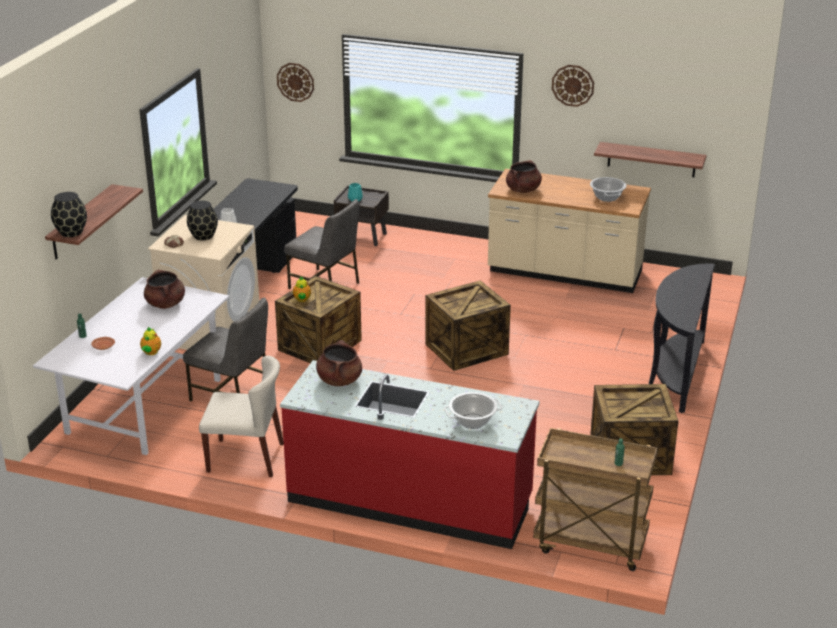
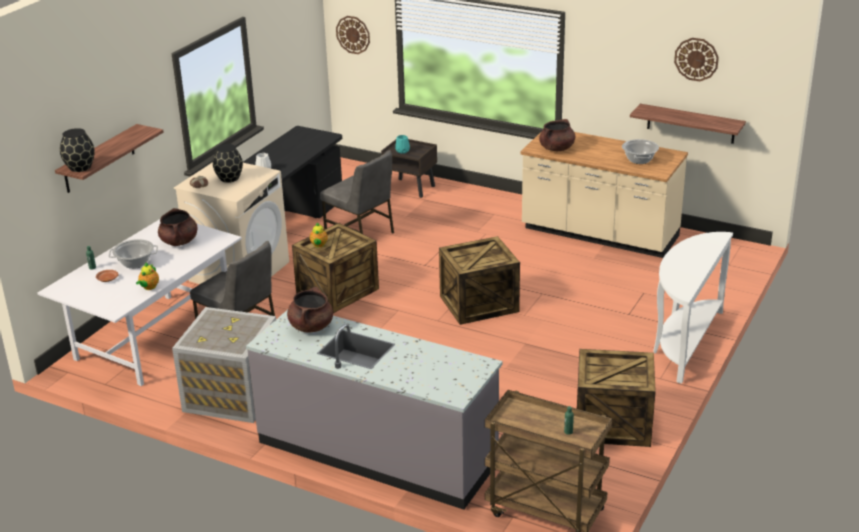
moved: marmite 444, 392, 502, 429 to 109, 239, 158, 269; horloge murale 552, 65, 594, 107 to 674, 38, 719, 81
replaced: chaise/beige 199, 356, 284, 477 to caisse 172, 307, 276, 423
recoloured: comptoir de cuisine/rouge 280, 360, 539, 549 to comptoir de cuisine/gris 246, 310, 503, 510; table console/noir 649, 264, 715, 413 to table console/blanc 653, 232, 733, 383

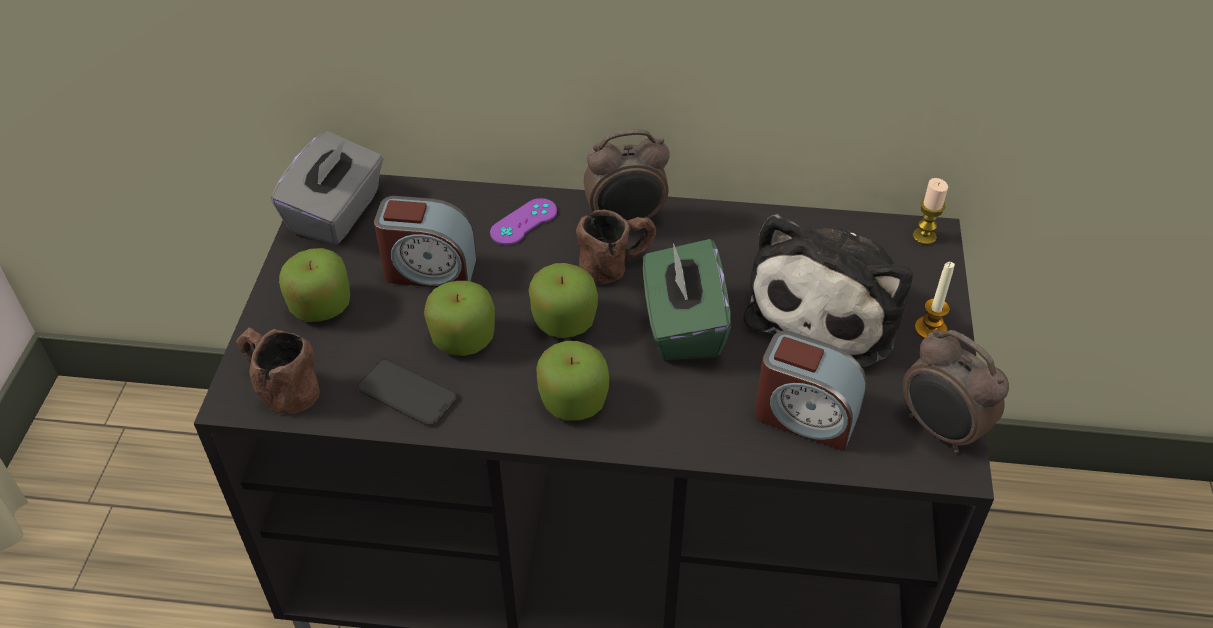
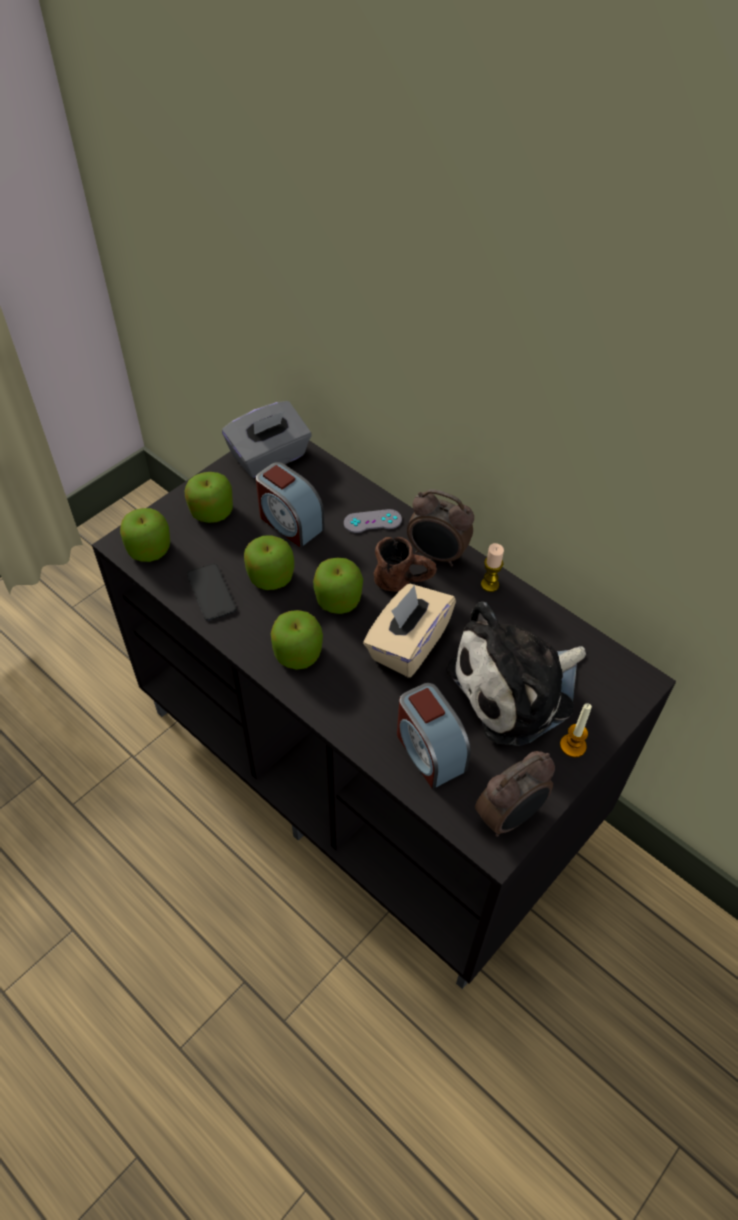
moved: bougie 913, 178, 948, 245 to 481, 543, 504, 592
replaced: mug/marron 236, 327, 320, 415 to pomme 120, 508, 170, 562
recoloured: manette/violet 490, 198, 557, 245 to manette/gris 344, 509, 402, 533; boîte à mouchoirs/vert 643, 239, 731, 360 to boîte à mouchoirs/beige 363, 584, 456, 678
turned: réveil 903, 329, 1009, 453 = 475, 751, 555, 837 120 degrees counterclockwise

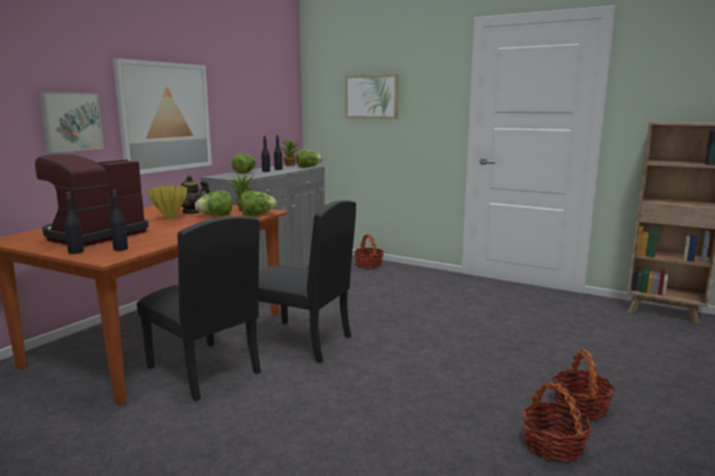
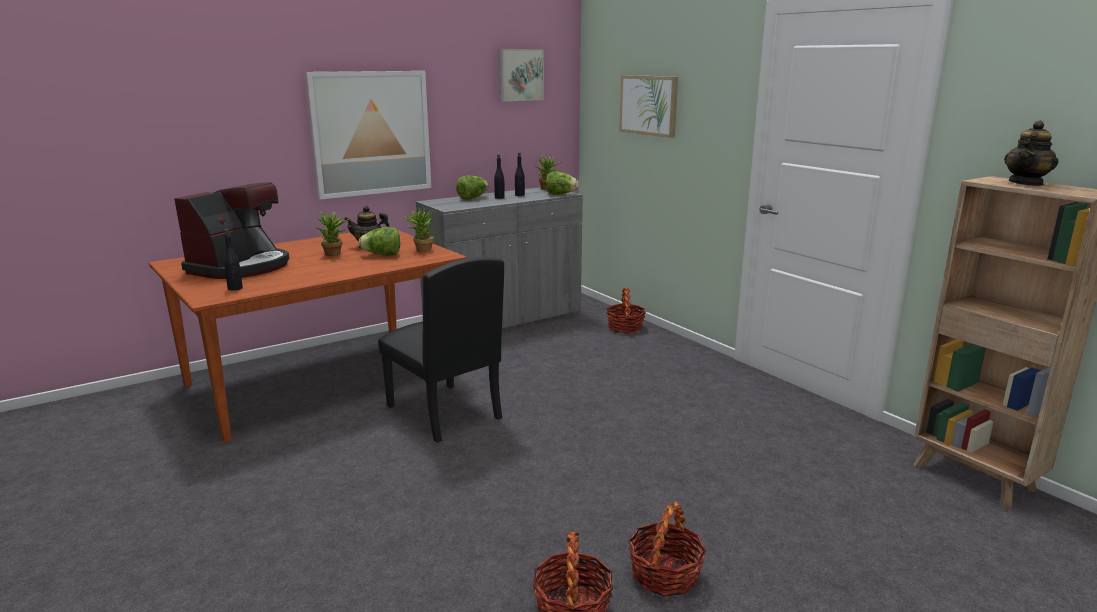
removed: bouteille/noir 64, 192, 84, 254; chaise/noir 137, 216, 261, 401; laitue 240, 191, 277, 216
added: théière 1004, 120, 1059, 186
moved: tableau 38, 92, 104, 153 to 498, 49, 544, 101
replaced: vase/jaune 147, 185, 187, 220 to plante en pot 316, 212, 350, 256
turned: machine à café 35, 154, 149, 246 = 174, 182, 290, 279 150 degrees clockwise

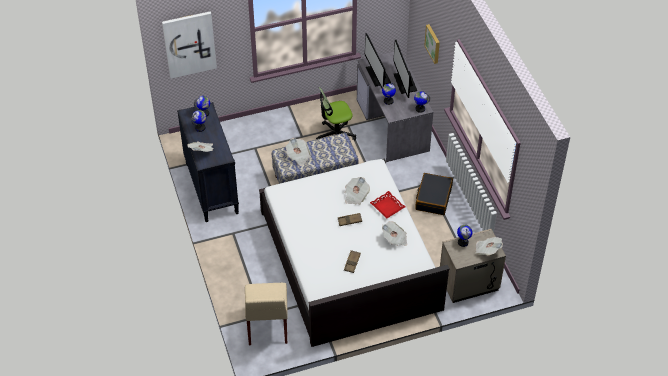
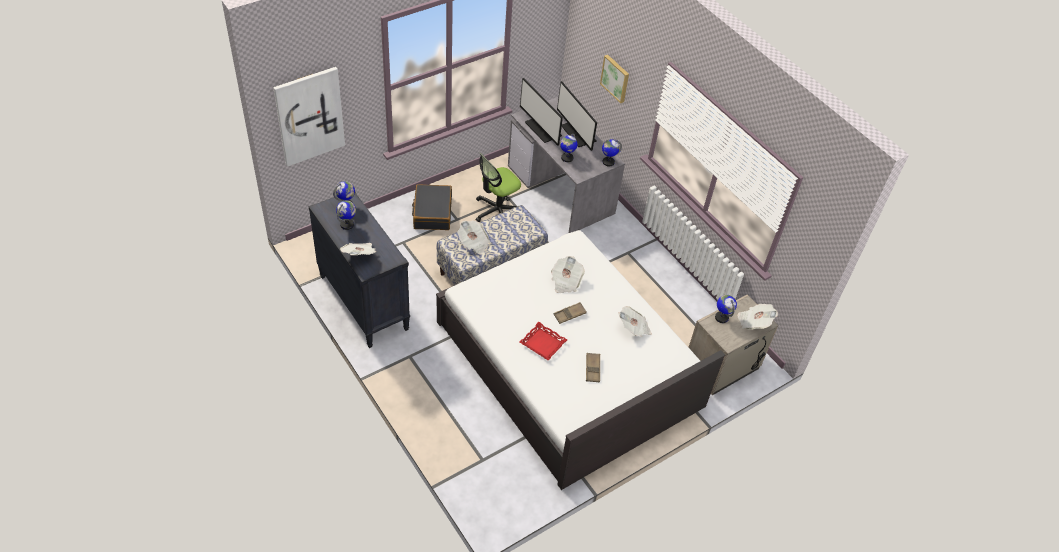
removed: chaise/beige 245, 283, 288, 345
moved: valise/noir 415, 173, 453, 215 to 412, 184, 452, 230; plateau/rouge 370, 191, 405, 218 to 520, 322, 567, 361

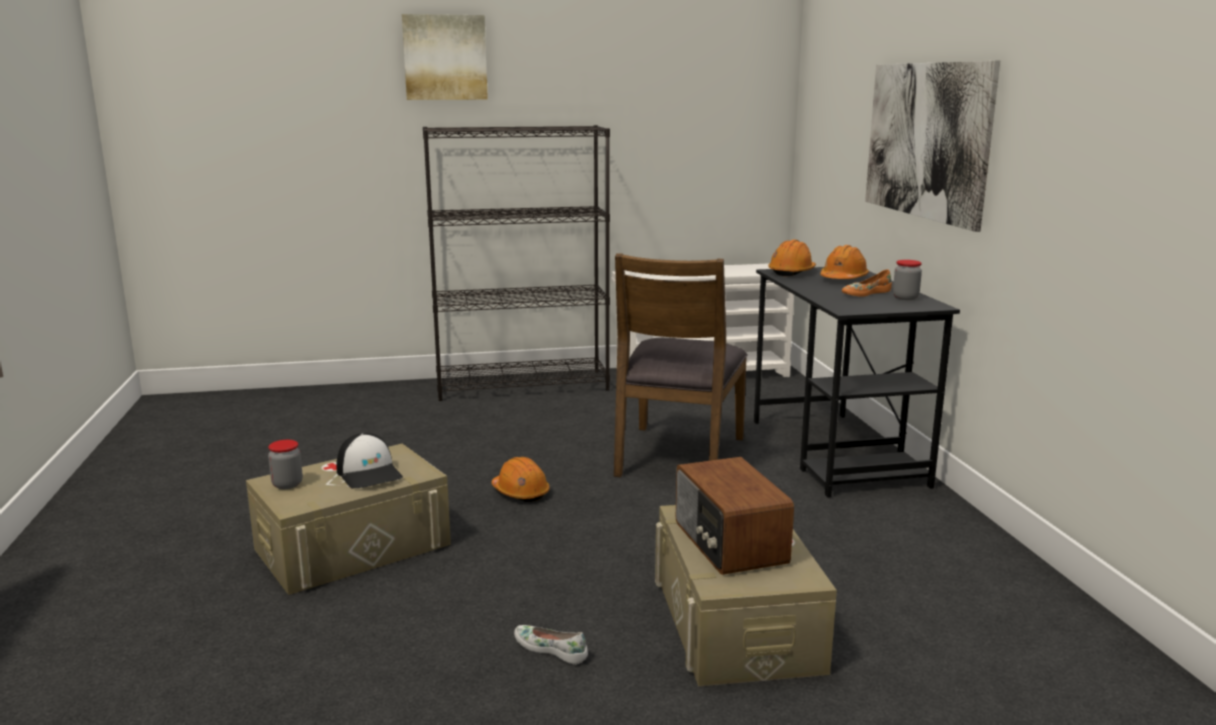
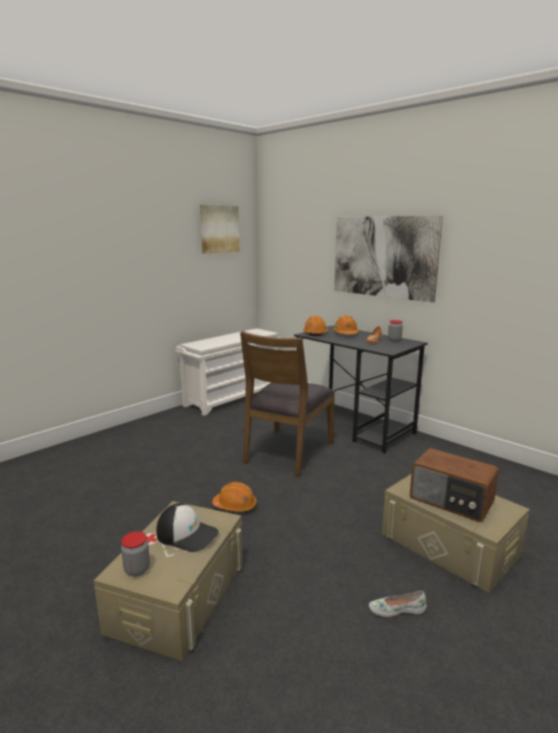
removed: bibliothèque/noir 423, 125, 610, 401
moved: tableau 402, 14, 488, 100 to 200, 205, 239, 253
turned: chaise/marron 614, 253, 748, 477 = 240, 331, 335, 477 45 degrees clockwise

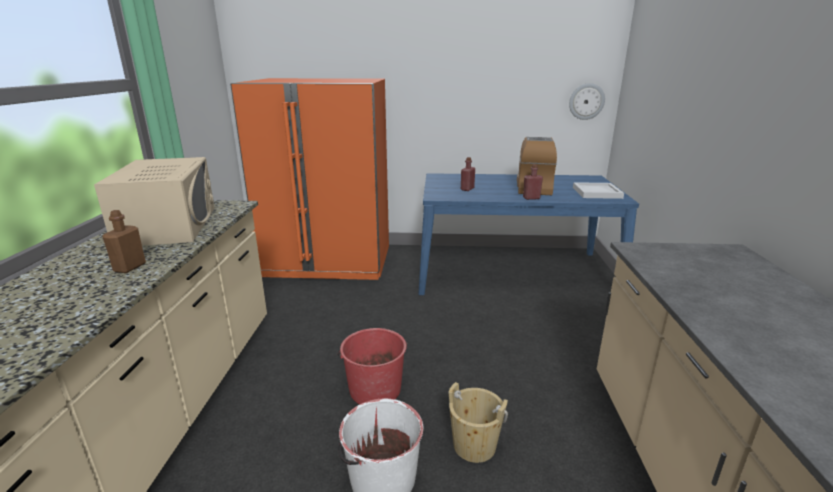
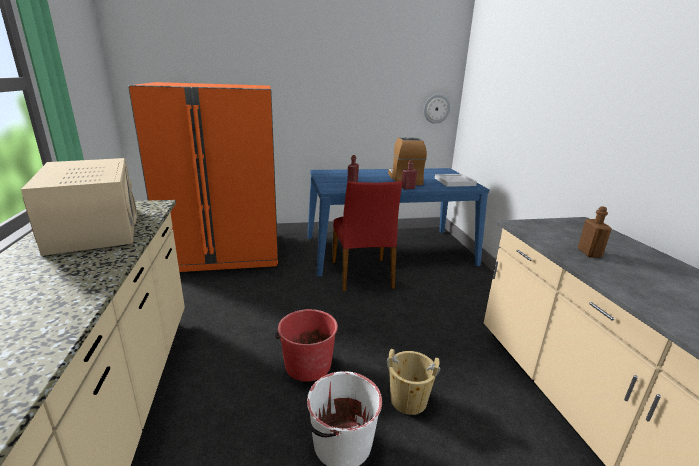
added: chaise/rouge 332, 181, 402, 291
moved: bouteille/marron 102, 210, 146, 273 to 578, 206, 612, 258

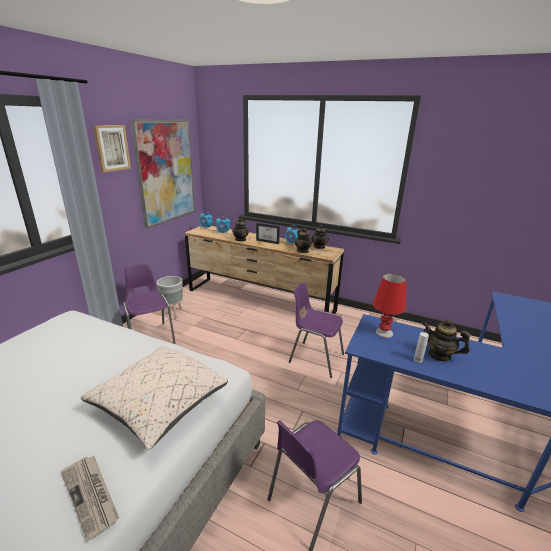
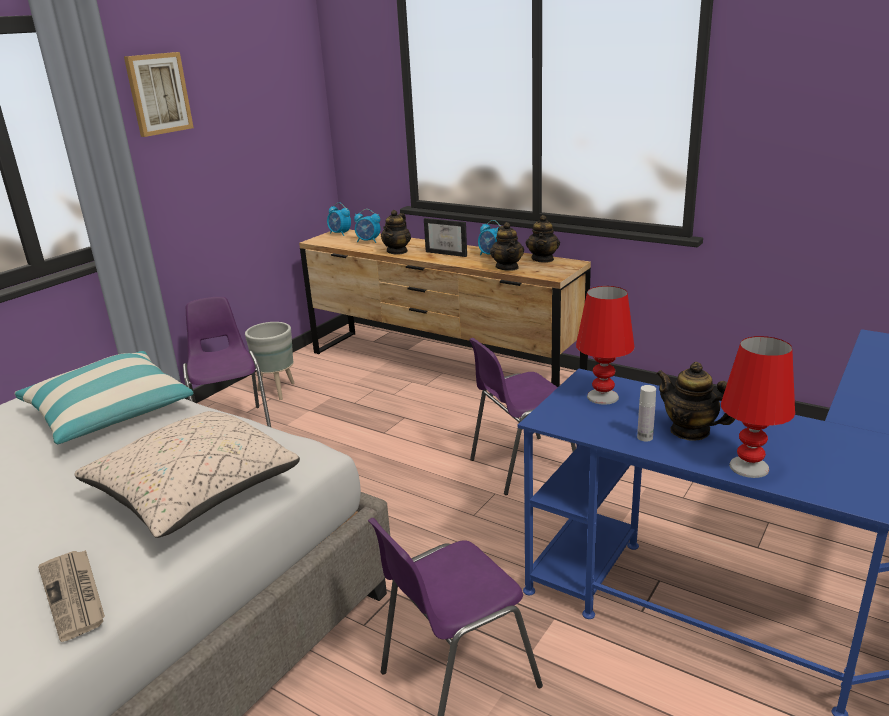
removed: tableau 130, 119, 195, 229
added: coussin 15, 351, 194, 444; lampe de table/rouge 721, 336, 795, 478
turned: chaise/violet 288, 282, 344, 378 = 469, 338, 576, 495 60 degrees counterclockwise

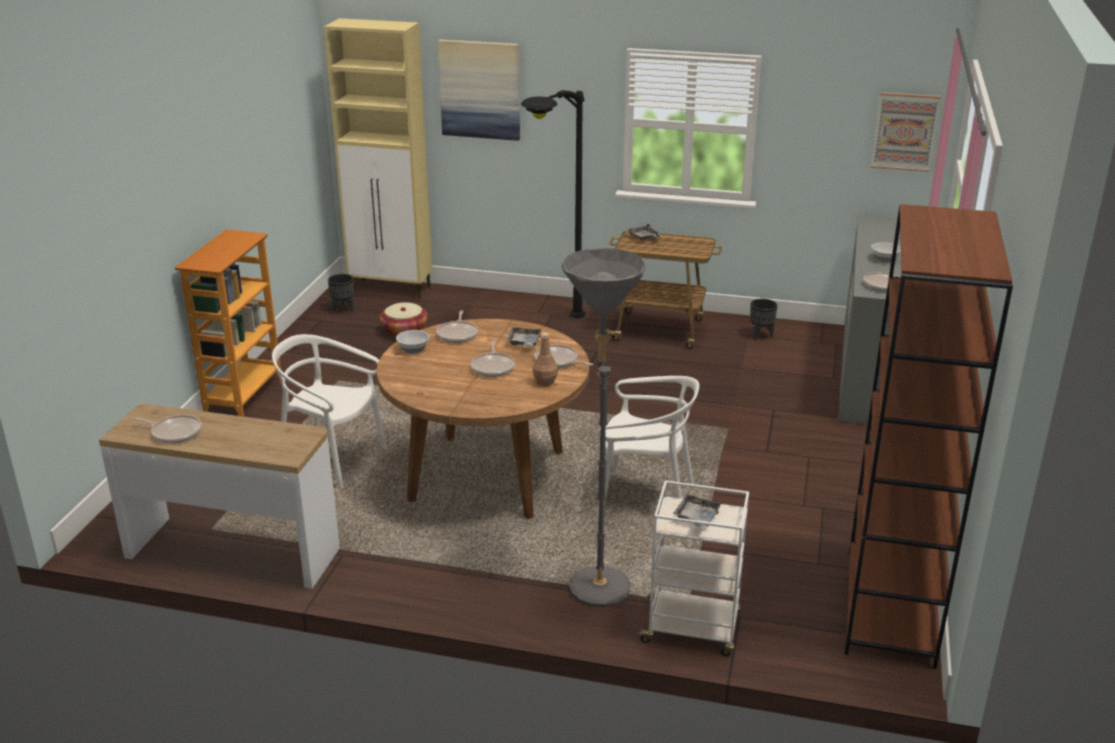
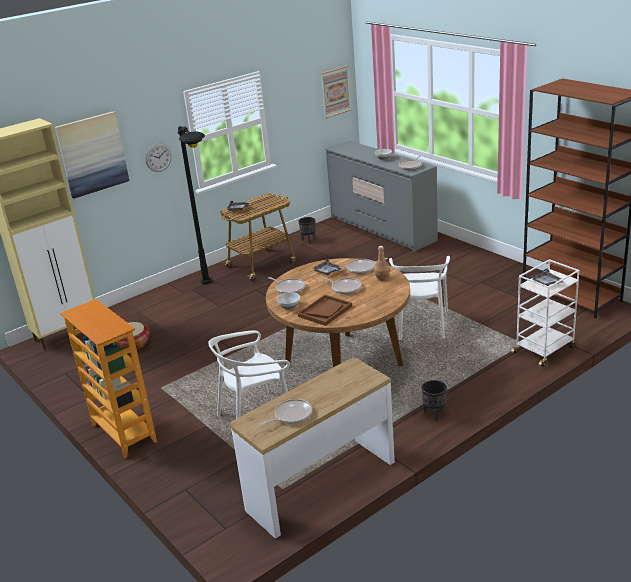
removed: lampadaire/gris 562, 247, 647, 607
added: horloge murale 145, 143, 172, 172; plateau/marron 298, 295, 352, 326
moved: cache-pot/noir 328, 274, 354, 313 to 421, 380, 447, 421
turned: chaise/blanc 596, 376, 699, 517 = 389, 256, 450, 340 135 degrees clockwise

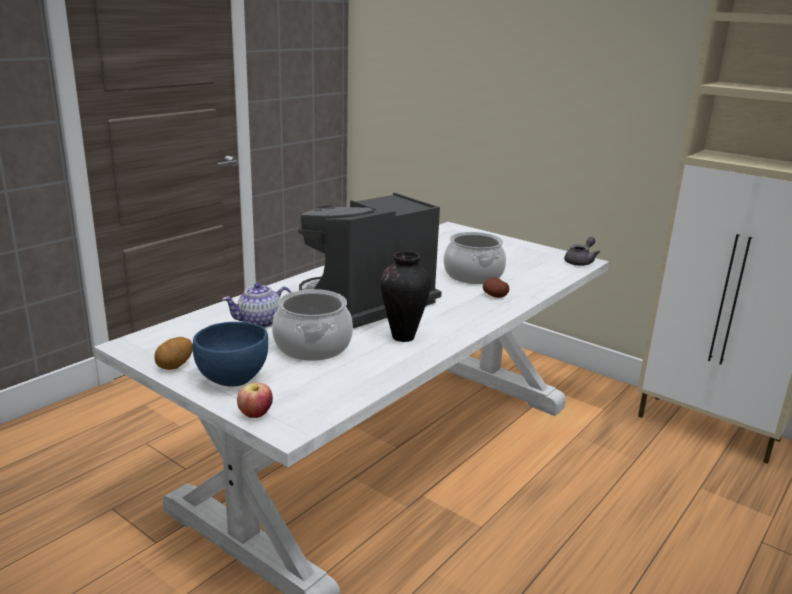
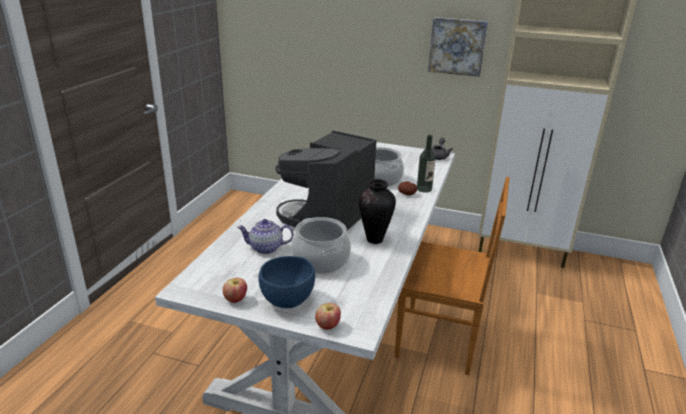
added: chaise/marron 395, 177, 509, 375; bouteille 417, 135, 436, 193; tableau 428, 17, 488, 77
replaced: pomme de terre 154, 337, 193, 370 to pomme 223, 277, 247, 303
turned: théière 222, 283, 291, 328 = 237, 219, 294, 254 45 degrees clockwise

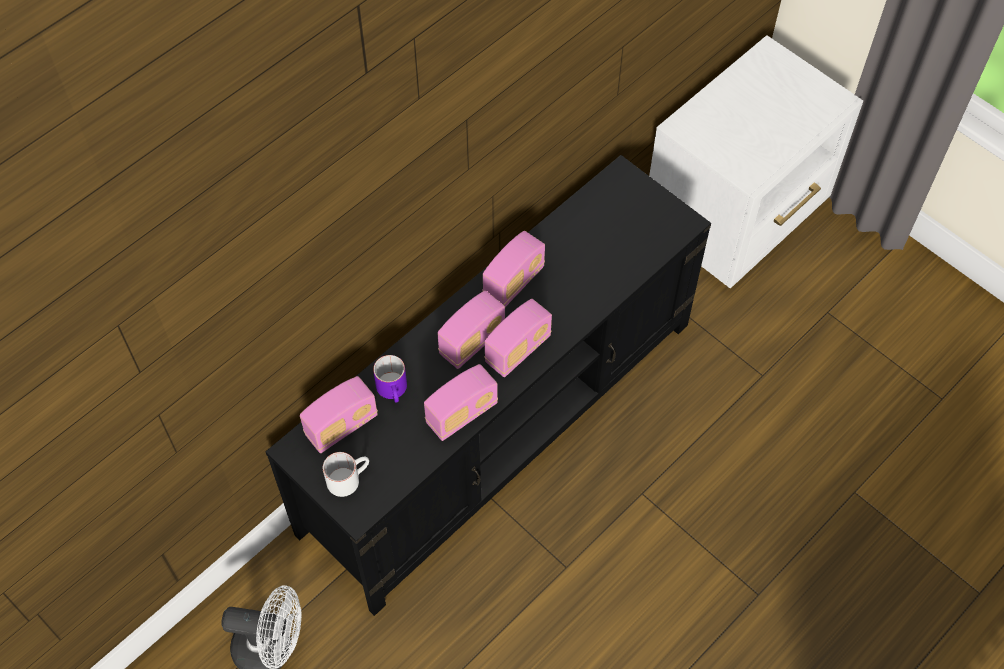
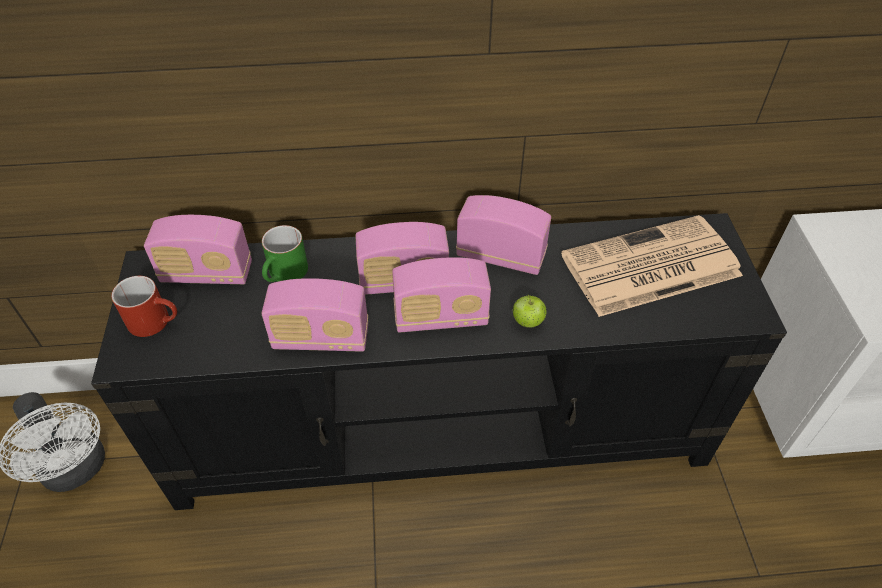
added: pomme 513, 295, 547, 328; journal 561, 215, 743, 317
recoloured: mug/blanc 323, 452, 369, 497 to mug/rouge 111, 276, 177, 337; mug/violet 373, 355, 407, 403 to mug/vert 262, 225, 308, 282
turned: radio 482, 231, 545, 307 = 456, 195, 551, 275 150 degrees counterclockwise

